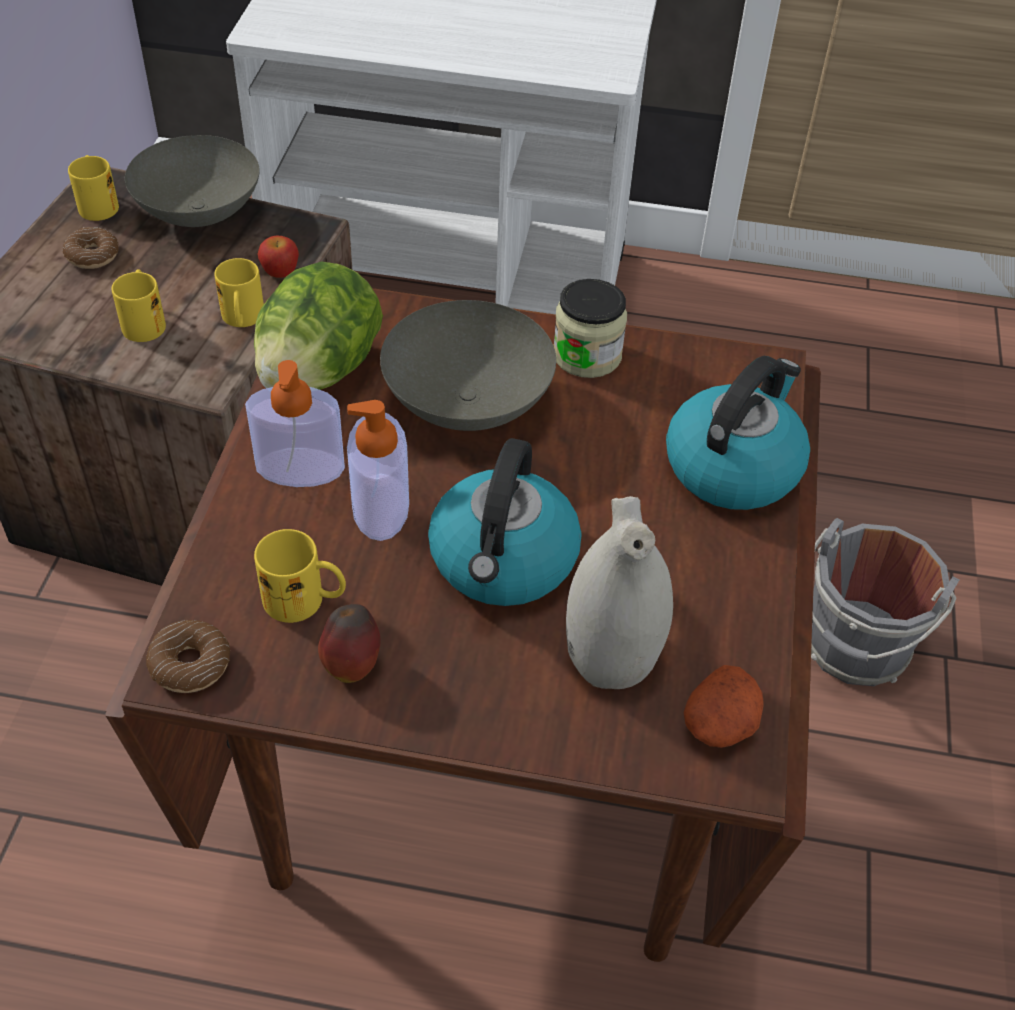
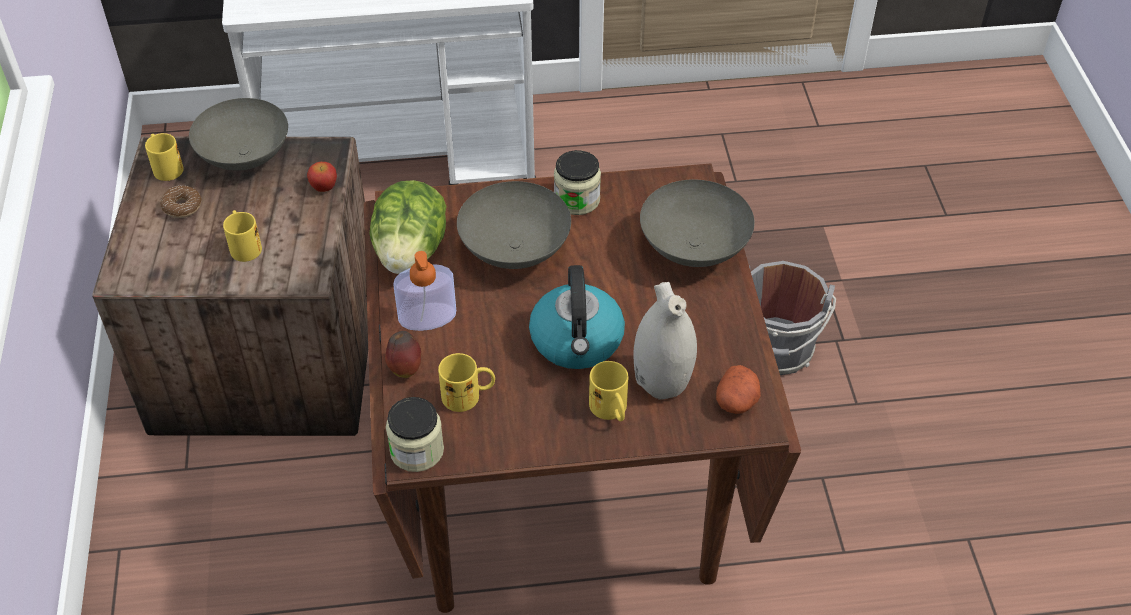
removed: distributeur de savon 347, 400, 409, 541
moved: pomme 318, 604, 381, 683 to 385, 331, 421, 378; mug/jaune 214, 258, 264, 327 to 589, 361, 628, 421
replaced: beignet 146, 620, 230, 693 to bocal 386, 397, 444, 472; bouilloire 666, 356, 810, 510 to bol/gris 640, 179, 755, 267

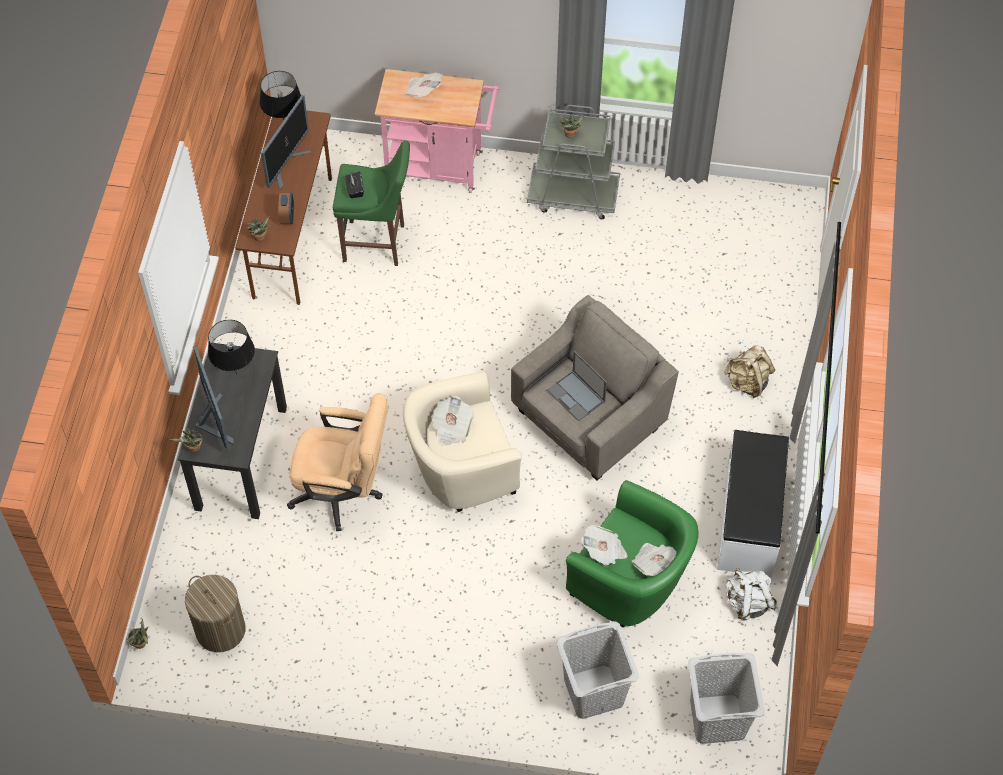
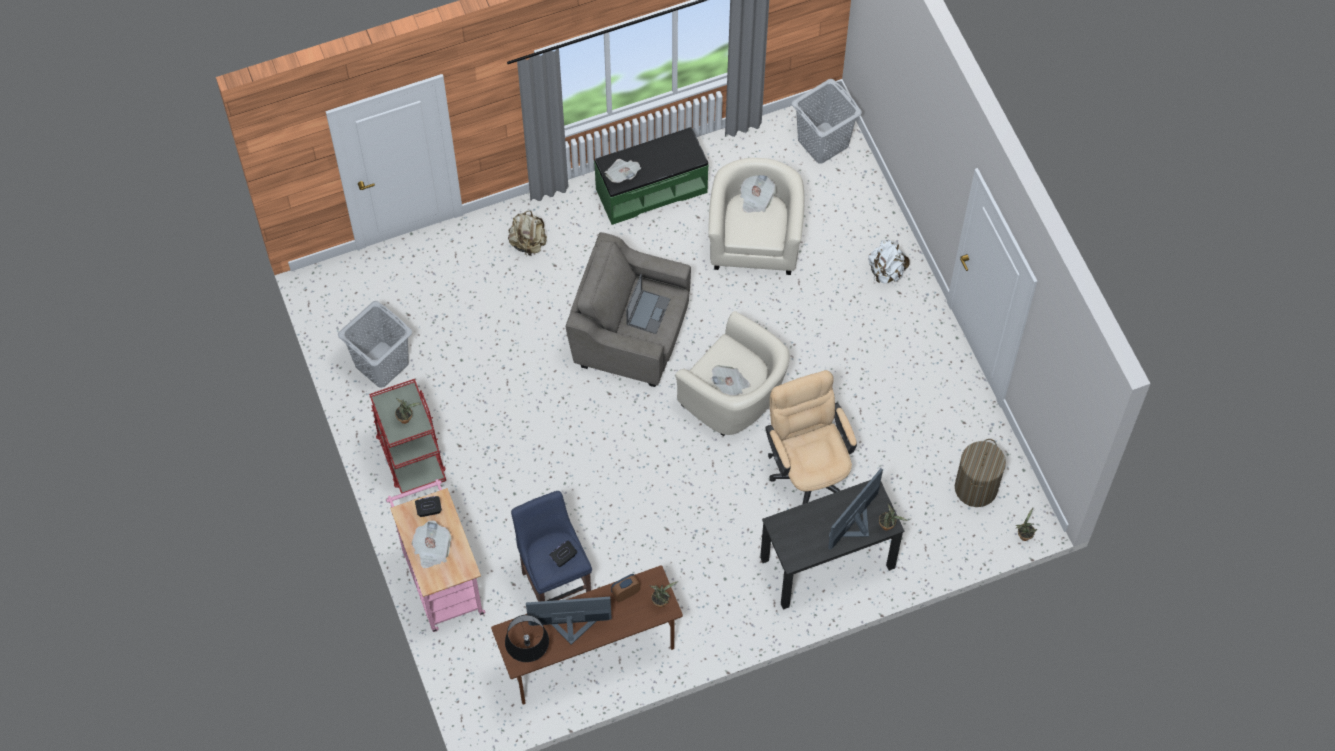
removed: lampe de table/noir 208, 320, 255, 375
added: boîte à mouchoirs/noir 415, 496, 442, 517
moved: panier à linge/gris 556, 621, 639, 719 to 338, 301, 412, 388; journal 581, 525, 628, 565 to 604, 159, 641, 183; sac à dos/blanc 725, 568, 777, 620 to 868, 240, 910, 284
recoloured: chariot/gris 527, 105, 620, 219 to chariot/rouge 369, 379, 446, 494; tabouret/vert 333, 140, 410, 266 to tabouret/bleu 511, 491, 592, 602; banc/blanc 717, 430, 789, 577 to banc/vert 594, 127, 709, 225; fauteuil/vert 566, 480, 698, 628 to fauteuil/beige 708, 158, 805, 275

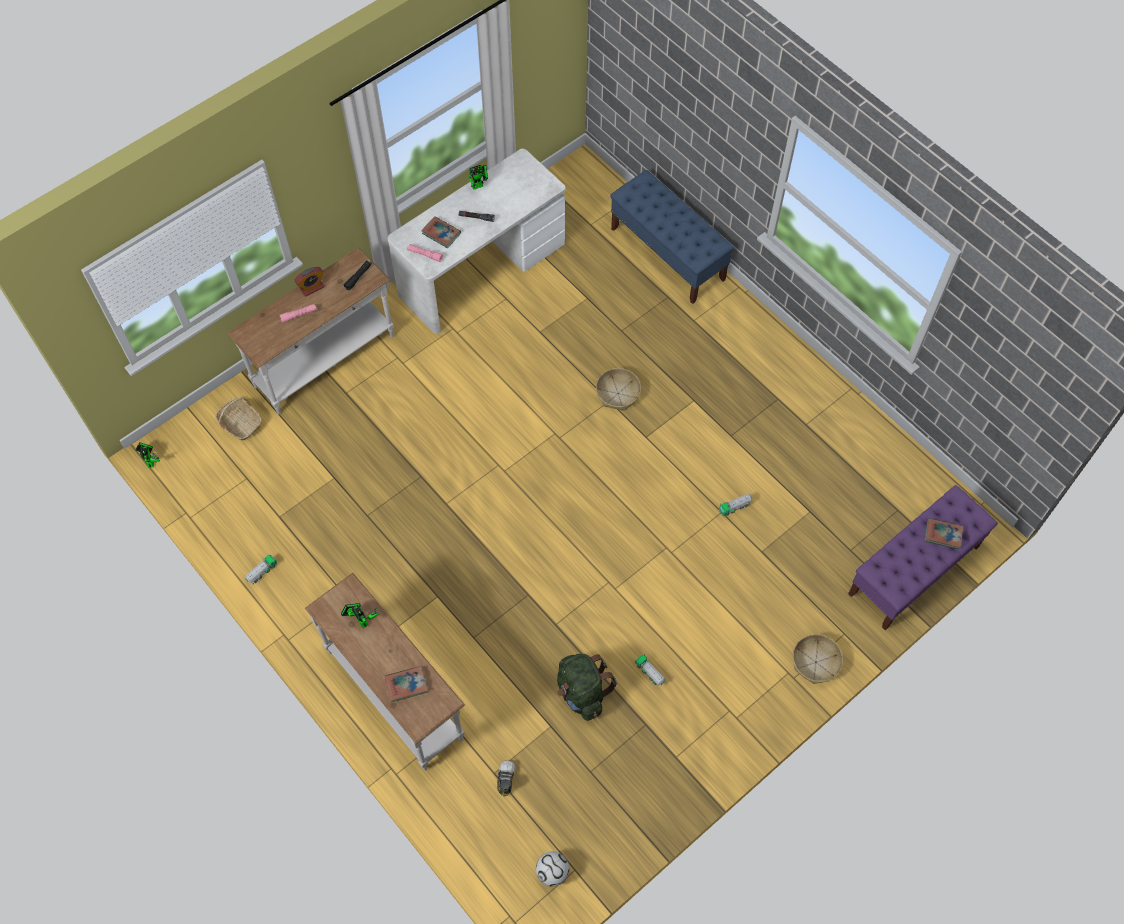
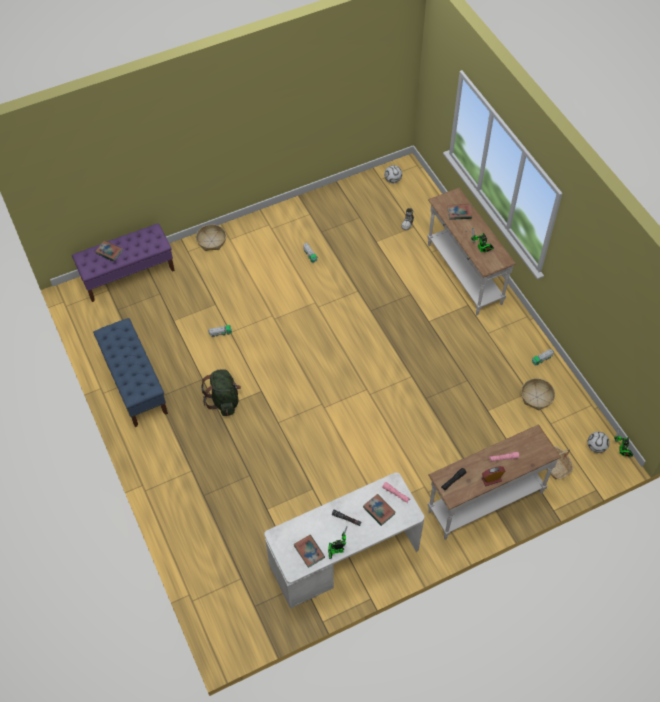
added: livre 294, 535, 325, 568; ballon de foot 588, 432, 610, 453
moved: banc/bleu 610, 170, 734, 304 to 93, 318, 168, 427; sac à dos/vert 557, 654, 617, 721 to 201, 369, 241, 416; panier 596, 368, 641, 411 to 521, 378, 555, 410

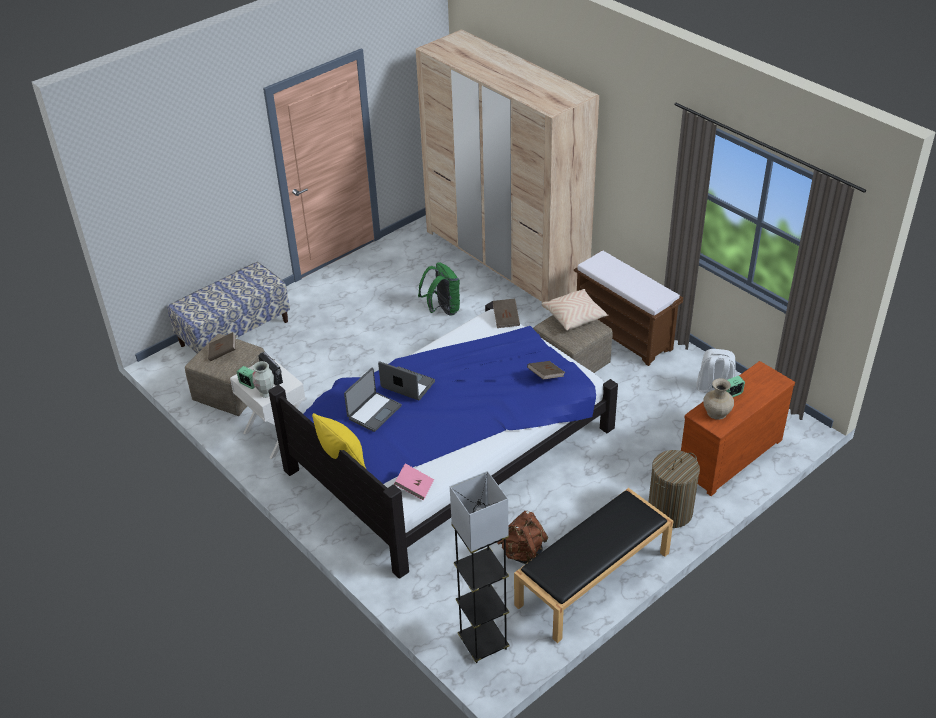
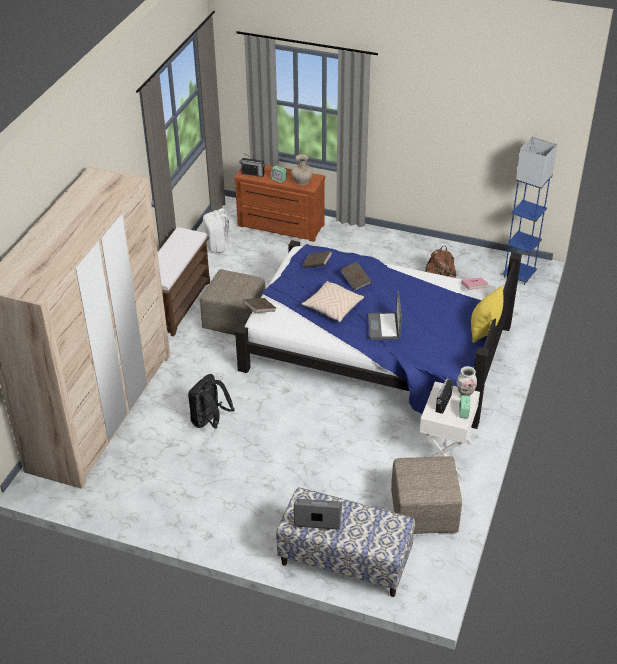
removed: banc/noir 514, 488, 673, 643; panier à linge 649, 450, 700, 528
added: radio 240, 154, 266, 177
moved: ordinateur portable 344, 368, 402, 432 to 294, 499, 342, 530; coussin/beige 542, 289, 609, 331 to 302, 281, 364, 322; livre/marron 208, 332, 236, 361 to 341, 262, 372, 290
recoloured: sac à dos/vert 418, 262, 460, 316 to sac à dos/noir 188, 374, 235, 428; lampadaire/gris 450, 471, 509, 663 to lampadaire/bleu 503, 136, 558, 285

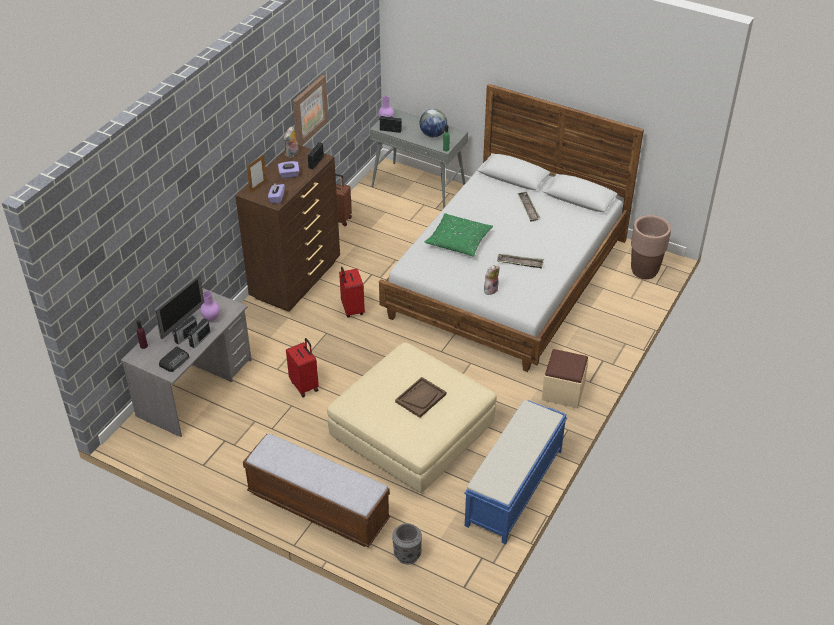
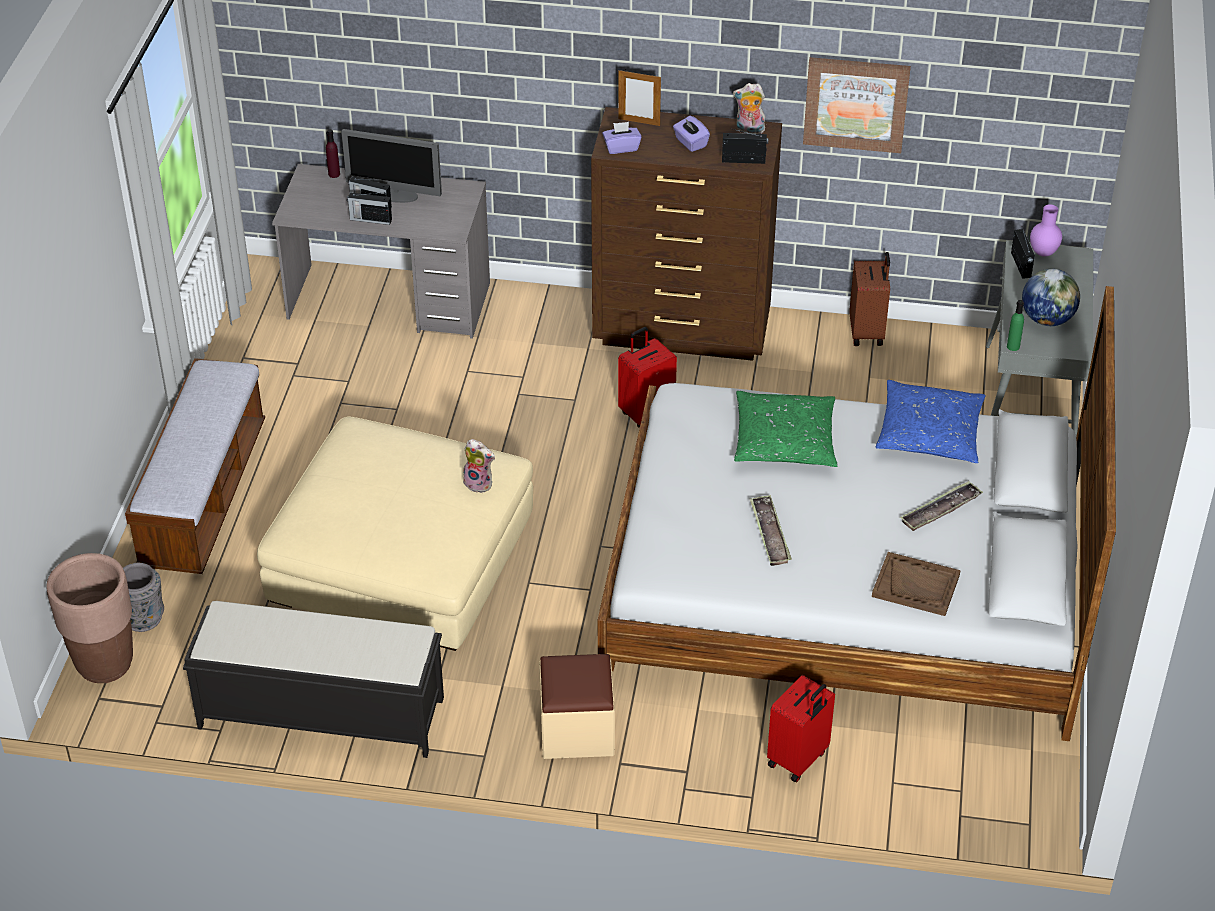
removed: radio 159, 347, 189, 372; vase/violet 200, 291, 220, 321
added: coussin/bleu 876, 380, 985, 463
moved: cache-pot/marron 631, 215, 671, 279 to 47, 553, 133, 683; peluche 484, 265, 500, 295 to 463, 439, 495, 493; valise/rouge 286, 338, 319, 397 to 767, 675, 835, 783; plateau/marron 395, 377, 446, 418 to 872, 552, 961, 616
recoloured: banc/bleu 464, 400, 567, 544 to banc/noir 183, 601, 444, 758

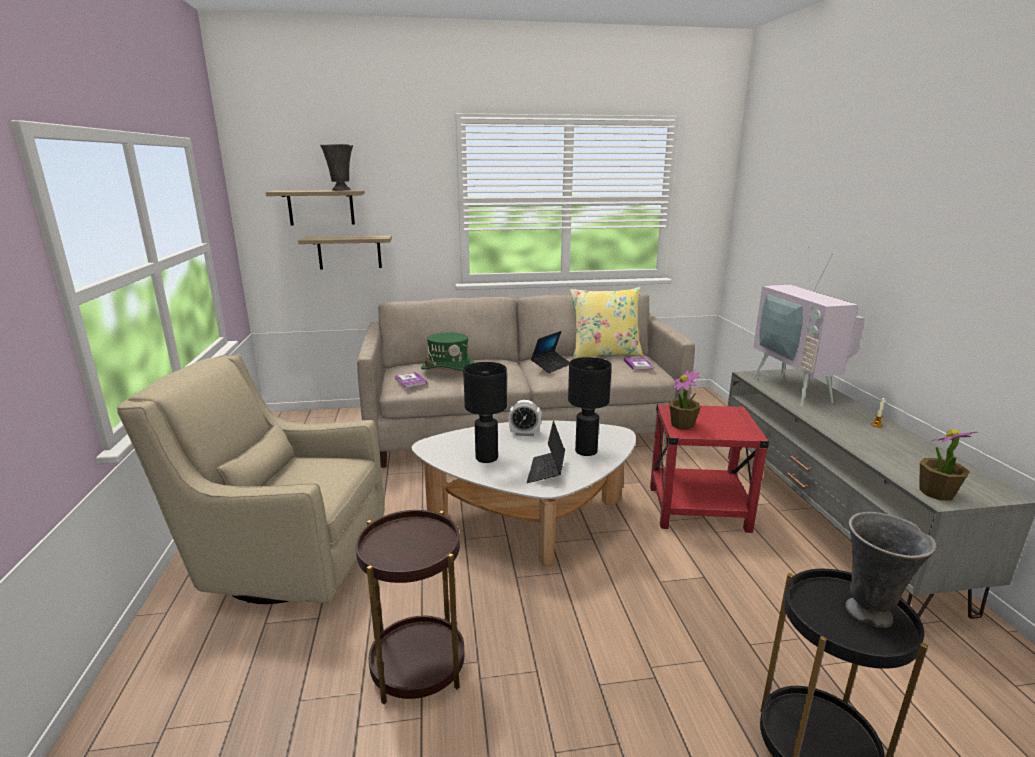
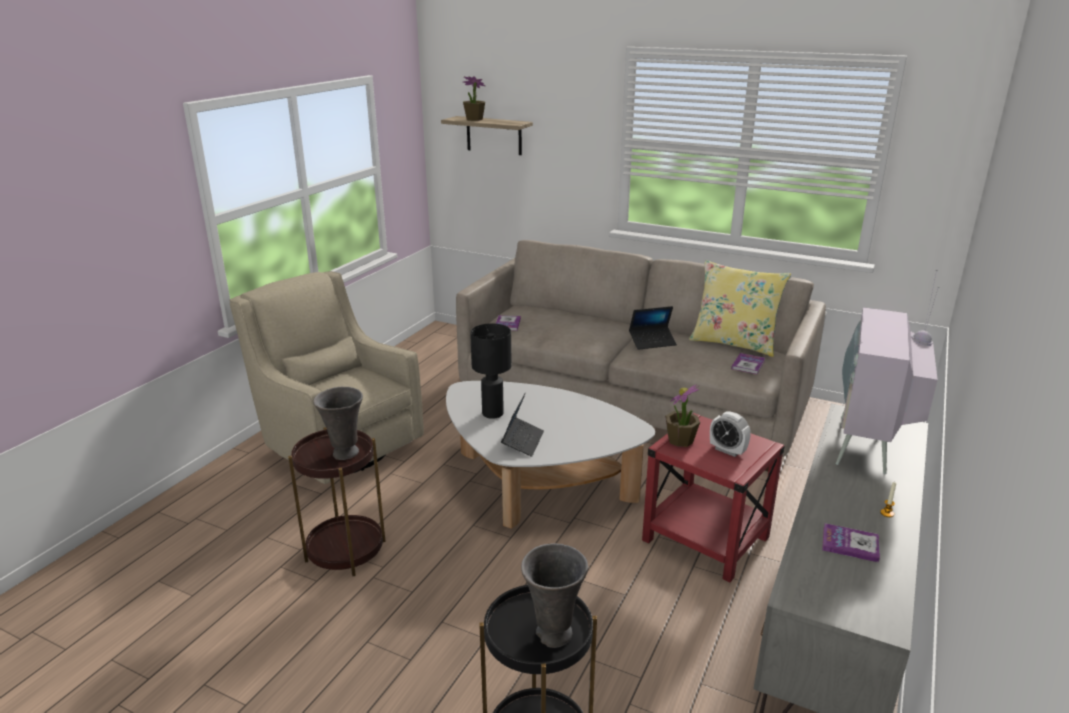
removed: étagère 298, 235, 392, 270; chapeau/vert 421, 332, 475, 371; lampe de table/noir 568, 357, 612, 456
added: livre 822, 523, 880, 562
moved: vase/gris 320, 144, 353, 191 to 313, 387, 363, 460; plante en pot 920, 429, 978, 501 to 463, 76, 485, 121; réveil 508, 400, 541, 436 to 710, 411, 751, 457
turned: ordinateur portable 527, 421, 565, 483 = 501, 392, 544, 457 150 degrees clockwise

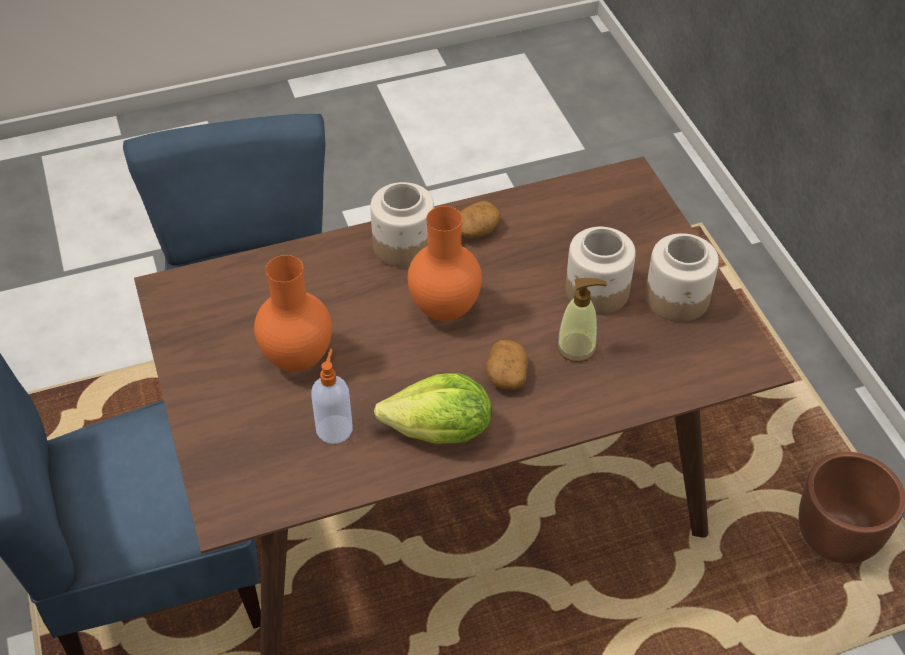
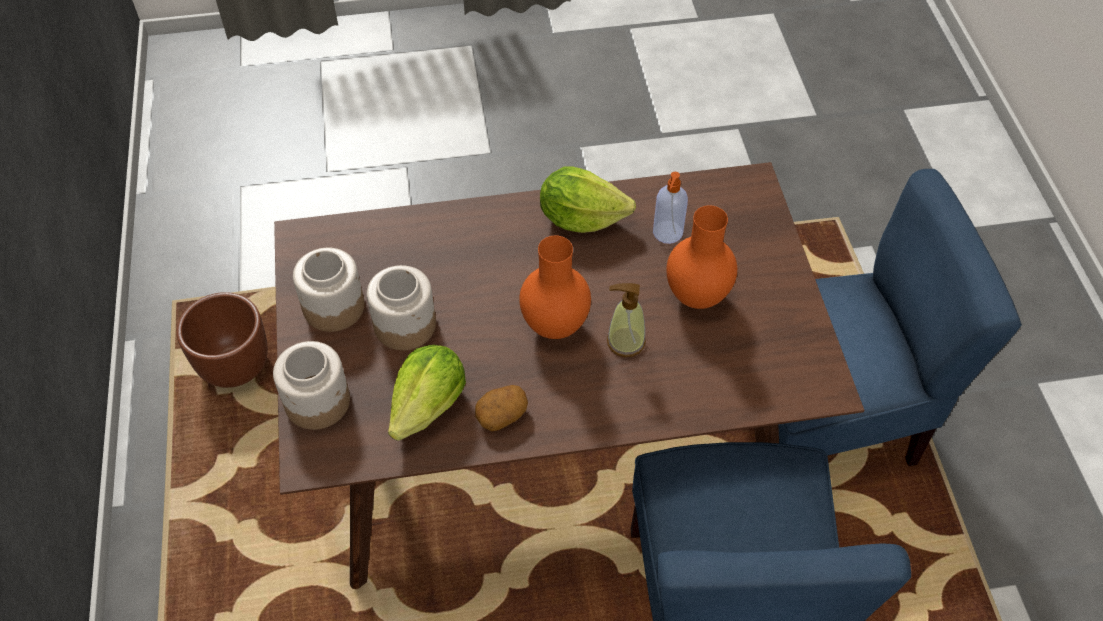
removed: pomme de terre 486, 340, 528, 390
added: laitue 388, 345, 466, 441
moved: bocal 370, 182, 434, 268 to 273, 341, 350, 430; distributeur de savon 556, 278, 607, 362 to 607, 283, 646, 357

